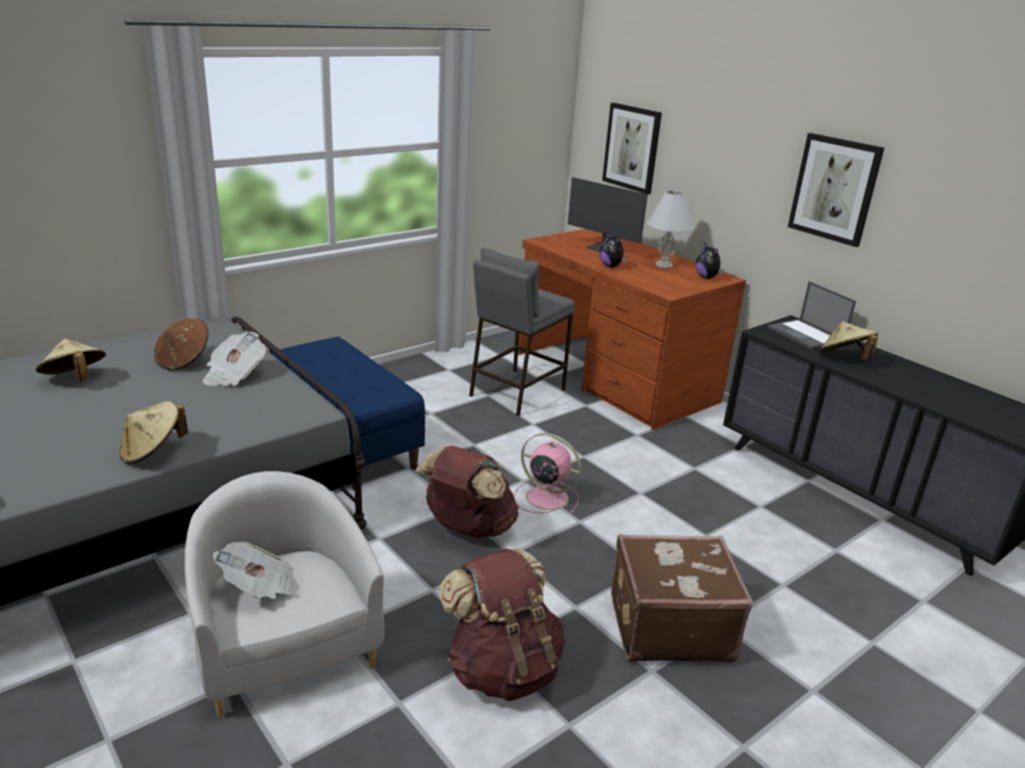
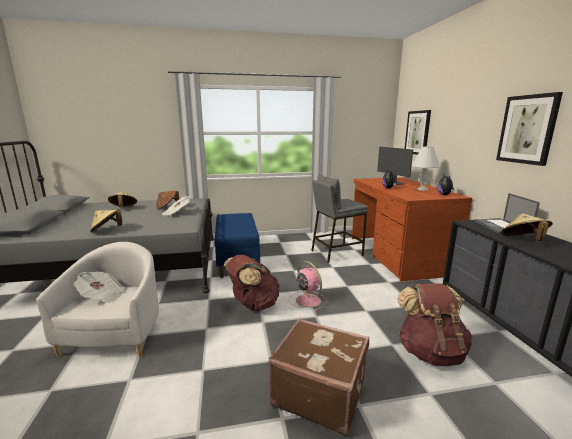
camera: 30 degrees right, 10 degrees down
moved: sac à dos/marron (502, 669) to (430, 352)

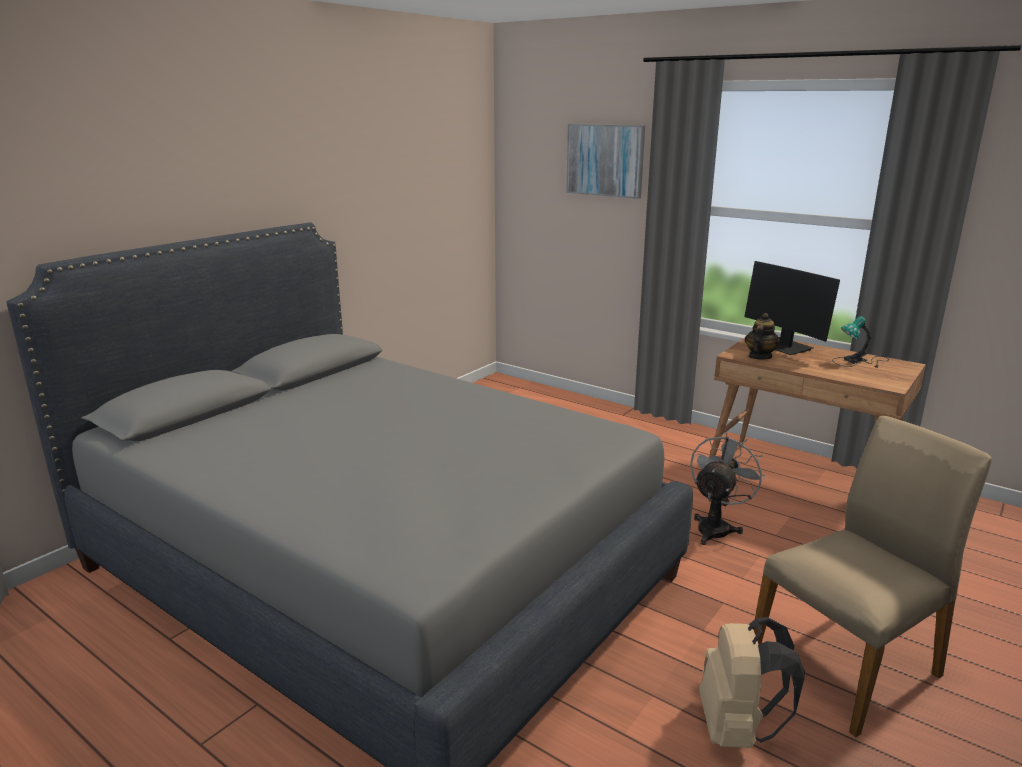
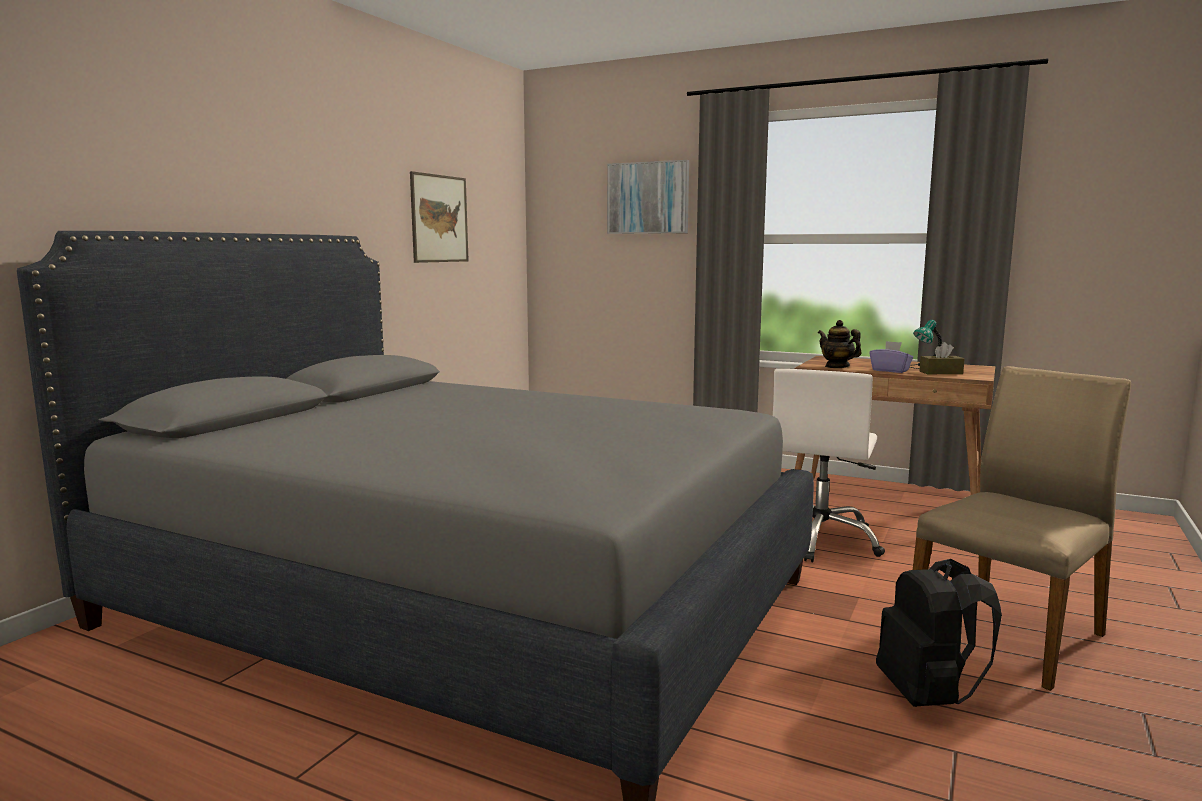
camera: 10 degrees left, 10 degrees down
removed: écran d'ordinateur (785, 347)
added: tableau (439, 219); boîte à mouchoirs/violet (890, 370); boîte à mouchoirs/marron (941, 372)
replaced: ventilateur/gris (716, 527) to chaise de bureau/blanc (820, 540)
recoloured: sac à dos/beige (738, 729) to sac à dos/noir (928, 696)
turned: théière (759, 357) = (837, 366) 60 degrees counterclockwise

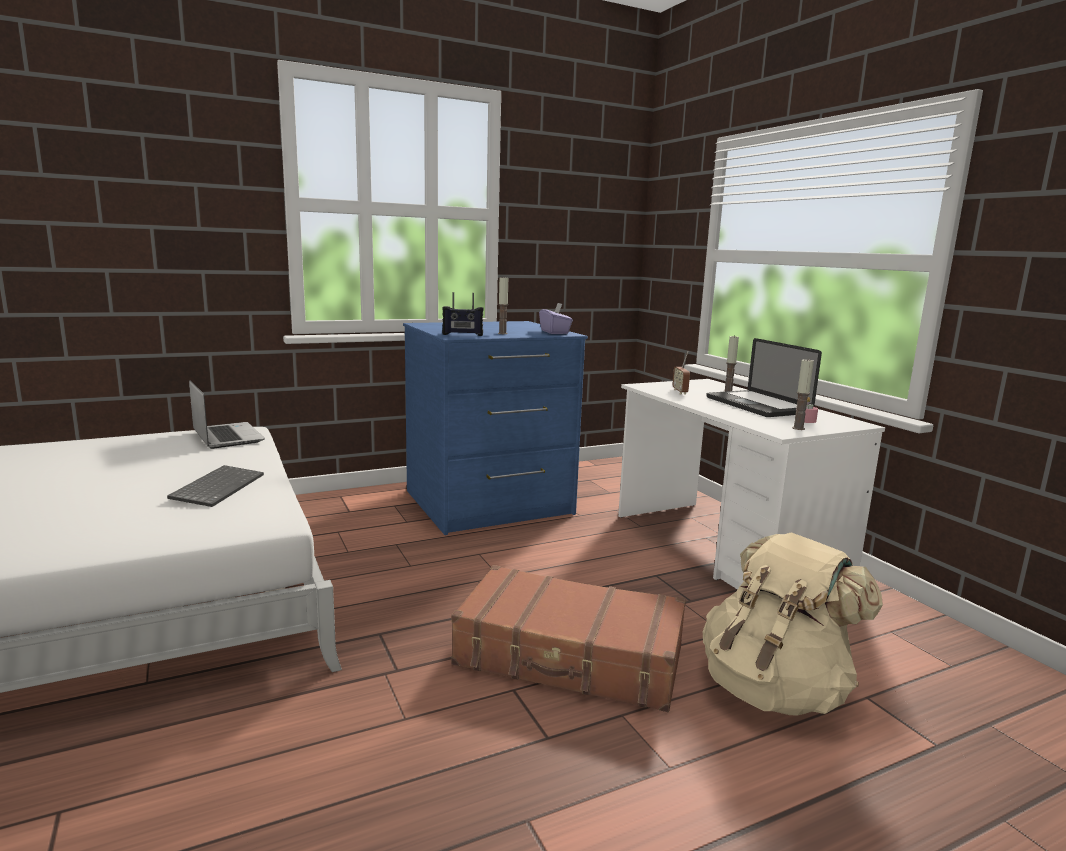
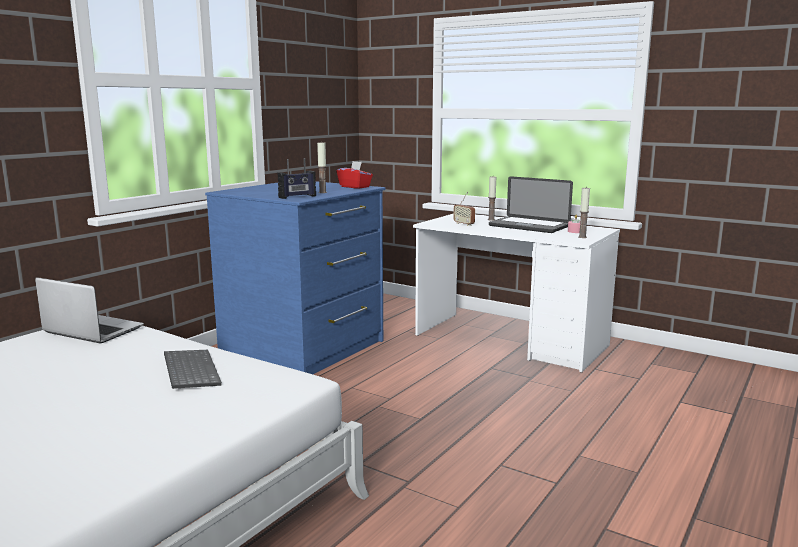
camera: 30 degrees left, 0 degrees up
removed: sac à dos/beige (774, 689); valise/marron (570, 657)
recoloured: boîte à mouchoirs/violet (555, 332) to boîte à mouchoirs/rouge (355, 187)

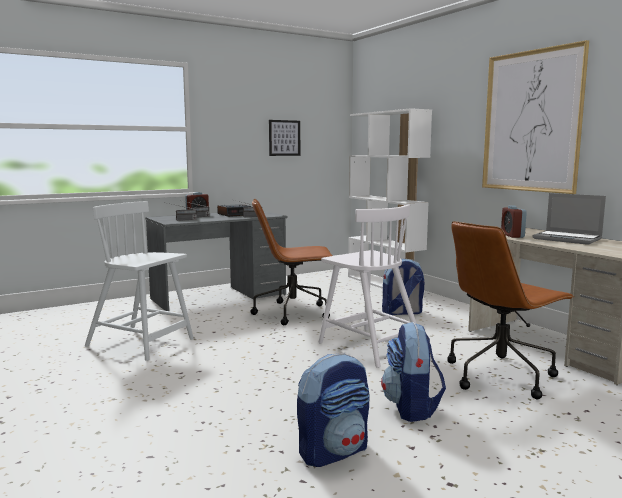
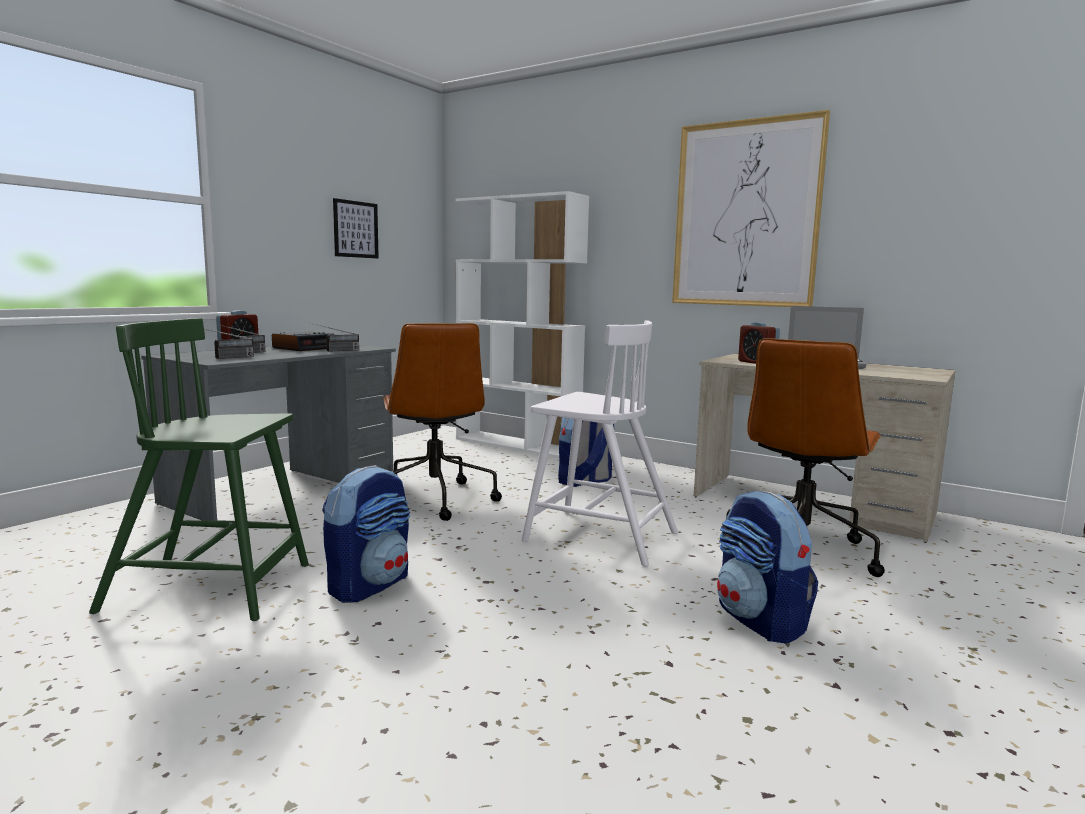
camera: 25 degrees left, 0 degrees up
moved: sac à dos (334, 451) to (369, 585)
recoloured: chaise/blanc (141, 343) to chaise/vert (212, 588)
turned: chaise de bureau/marron (294, 313) = (434, 499) 75 degrees counterclockwise

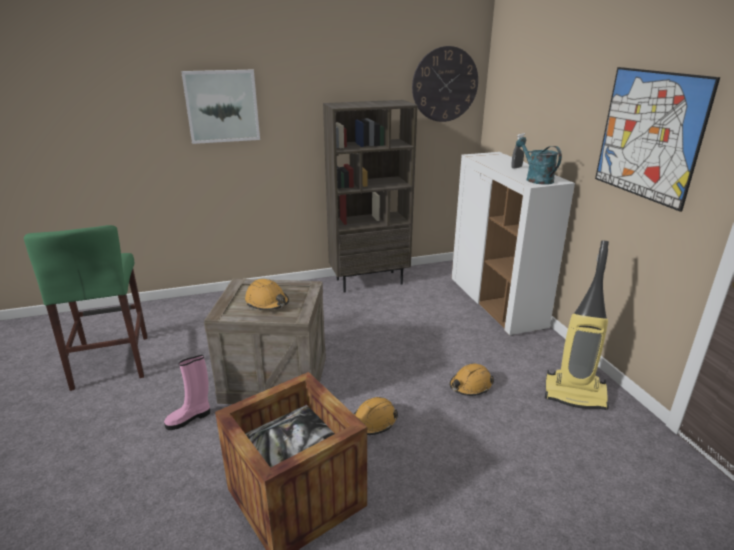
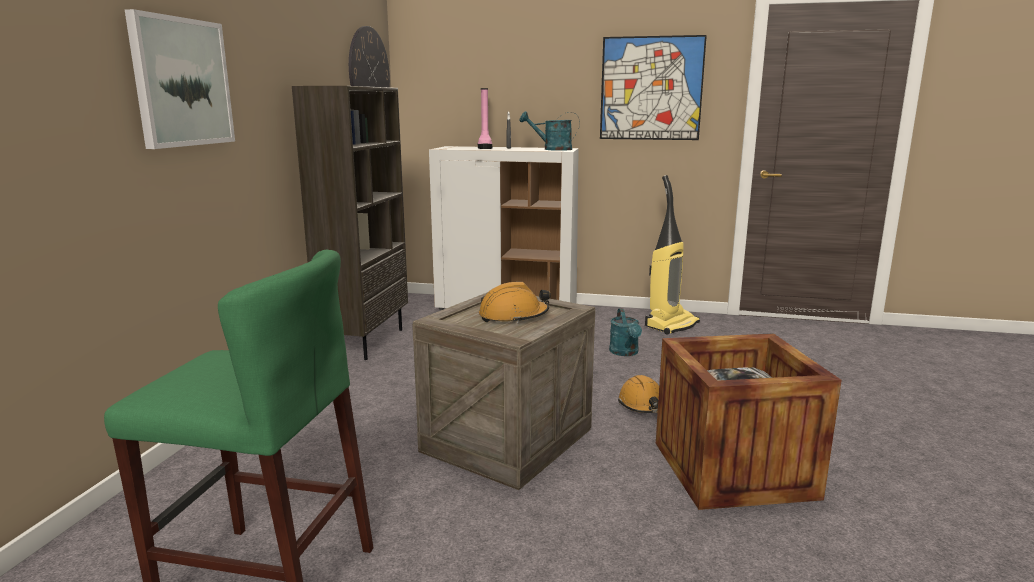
camera: 60 degrees left, 10 degrees down
moved: botte/rose (190, 418) to (485, 147)
replaced: casque de chantier/orange (470, 386) to arrosoir/turquoise (625, 353)

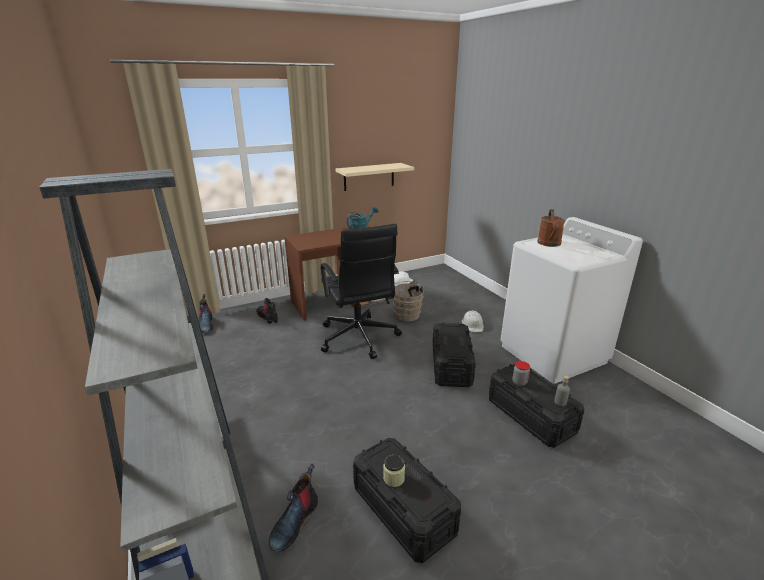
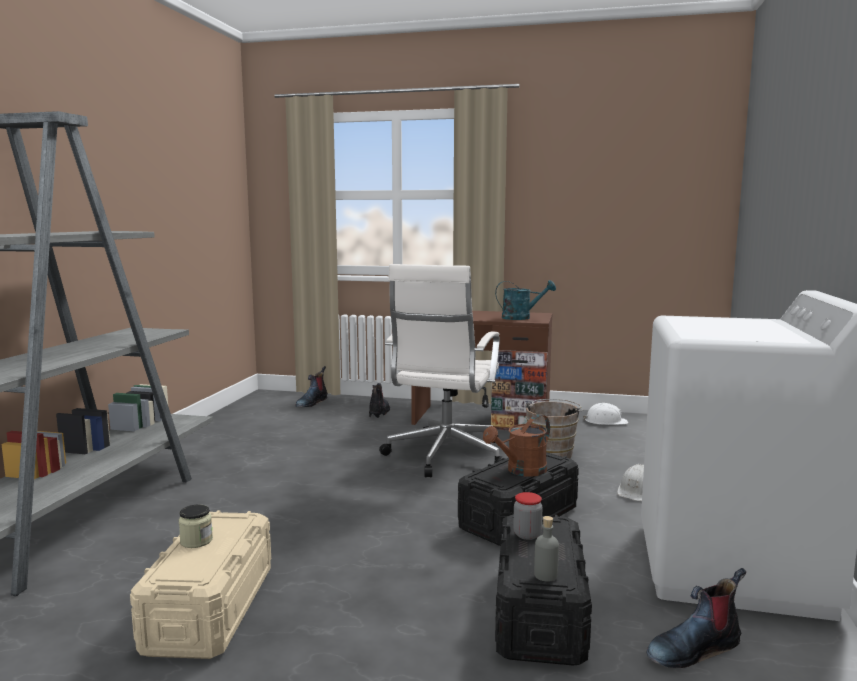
camera: 40 degrees right, 15 degrees down
removed: étagère/beige (369, 176)
moved: arrosoir/marron (550, 244) to (521, 471); botte (294, 522) to (693, 648)
recoloured: chaise de bureau/noir (359, 338) to chaise de bureau/blanc (444, 456); boîte de rangement/noir (403, 510) to boîte de rangement/beige (210, 609)

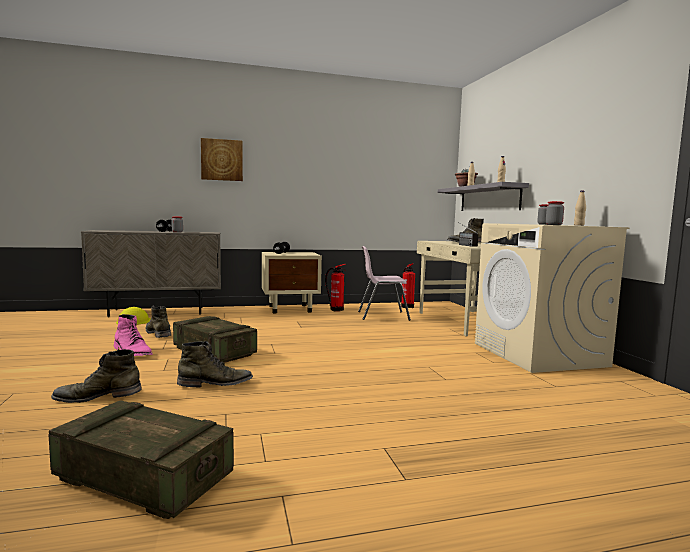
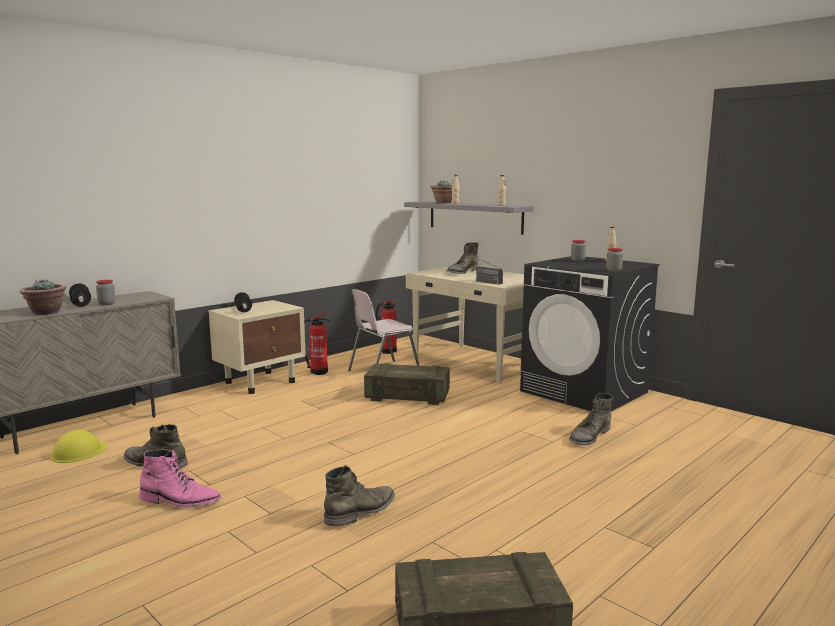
camera: 30 degrees left, 5 degrees up
removed: tableau (222, 160)
added: plante en pot (46, 312)
moved: caisse (214, 352) to (407, 396); botte/vert (98, 396) to (589, 436)
recoloured: lave-linge/beige (539, 355) to lave-linge/noir (584, 392)

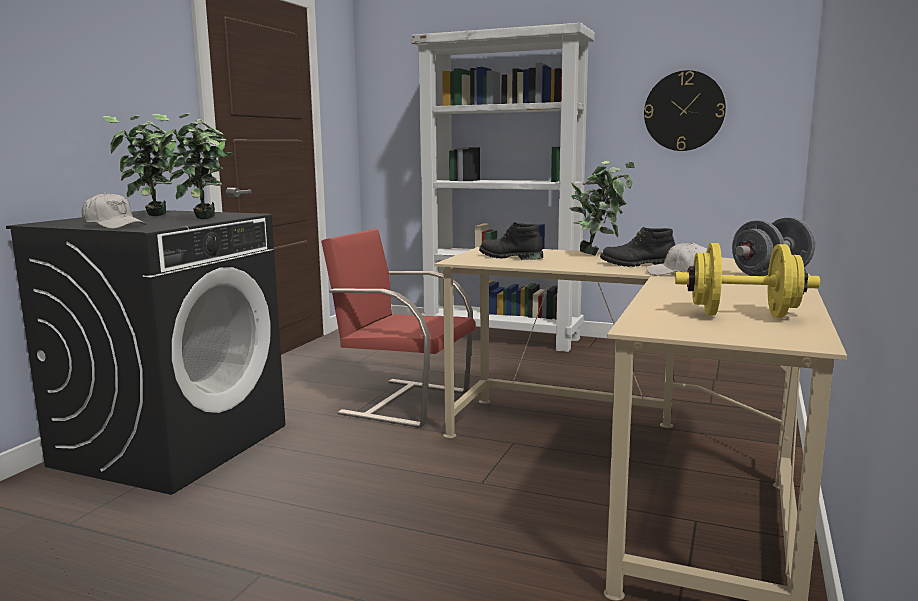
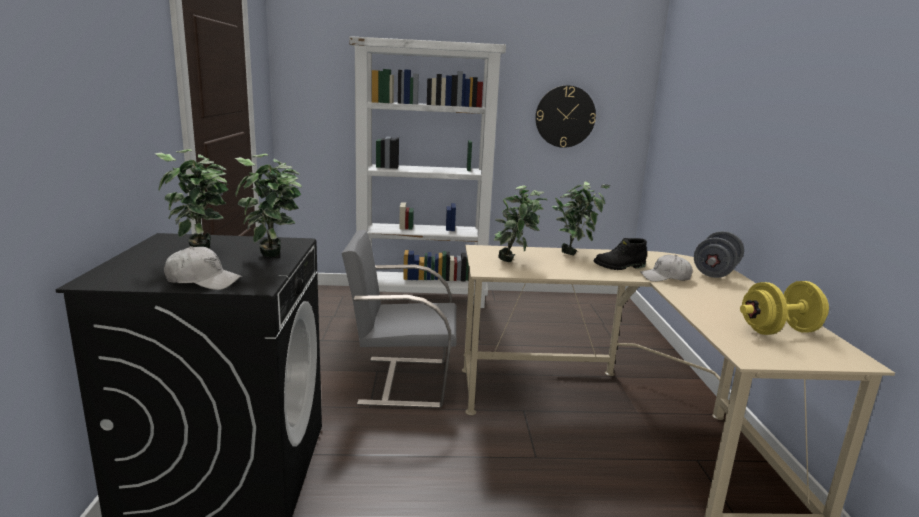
camera: 25 degrees left, 5 degrees up
replaced: botte/noir (509, 257) to plante en pot (515, 262)
recoloured: chaise/rouge (403, 401) to chaise/gris (402, 381)

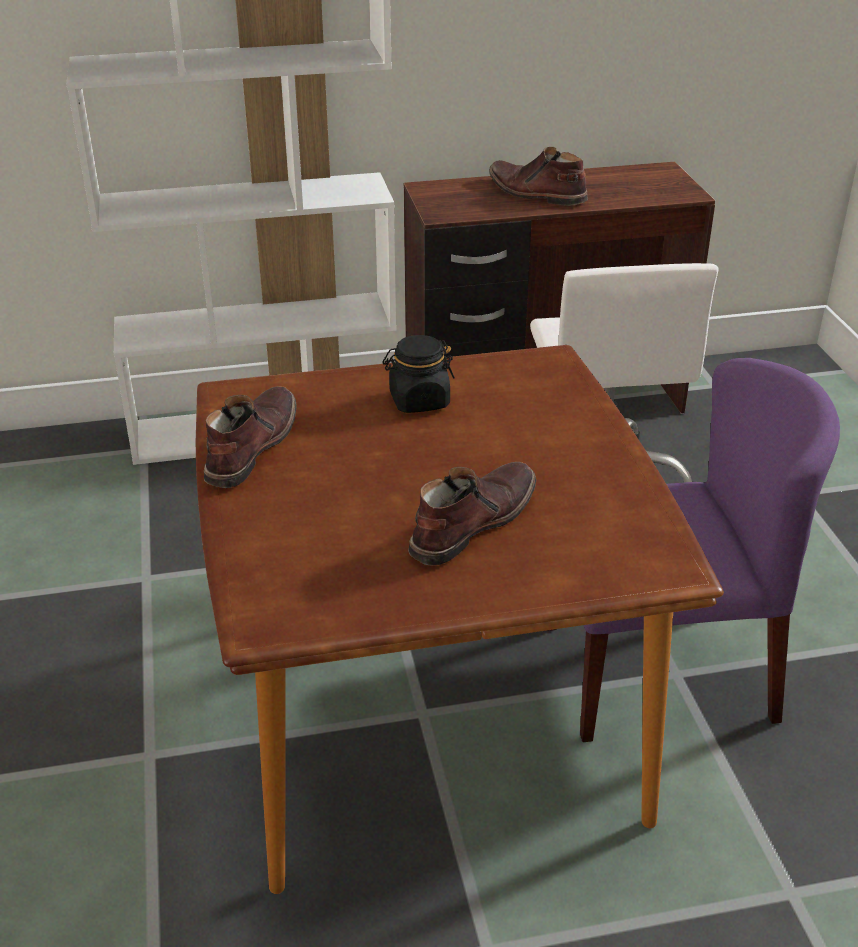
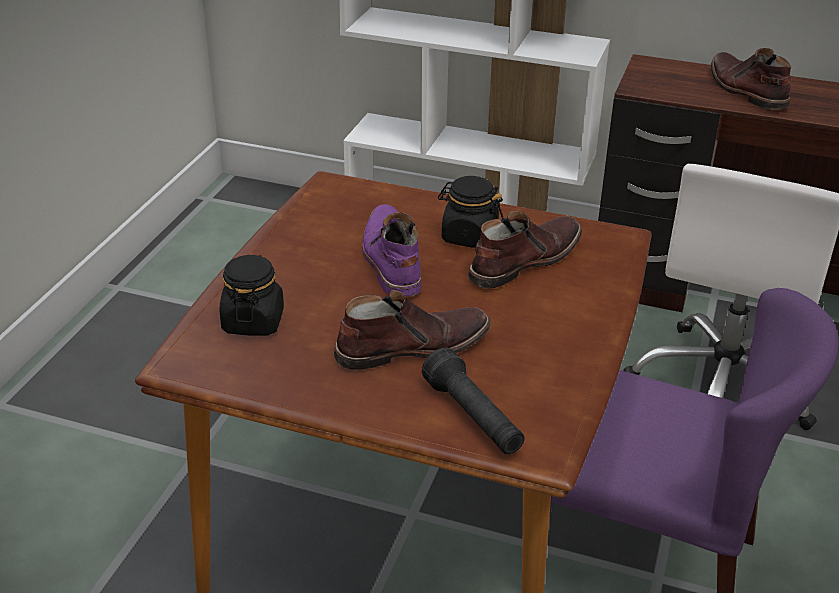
camera: 30 degrees right, 0 degrees up
added: botte/violet (391, 260); bocal/noir (253, 321); lampe de poche/noir (473, 417)
moved: botte/marron (250, 447) to (523, 260)

